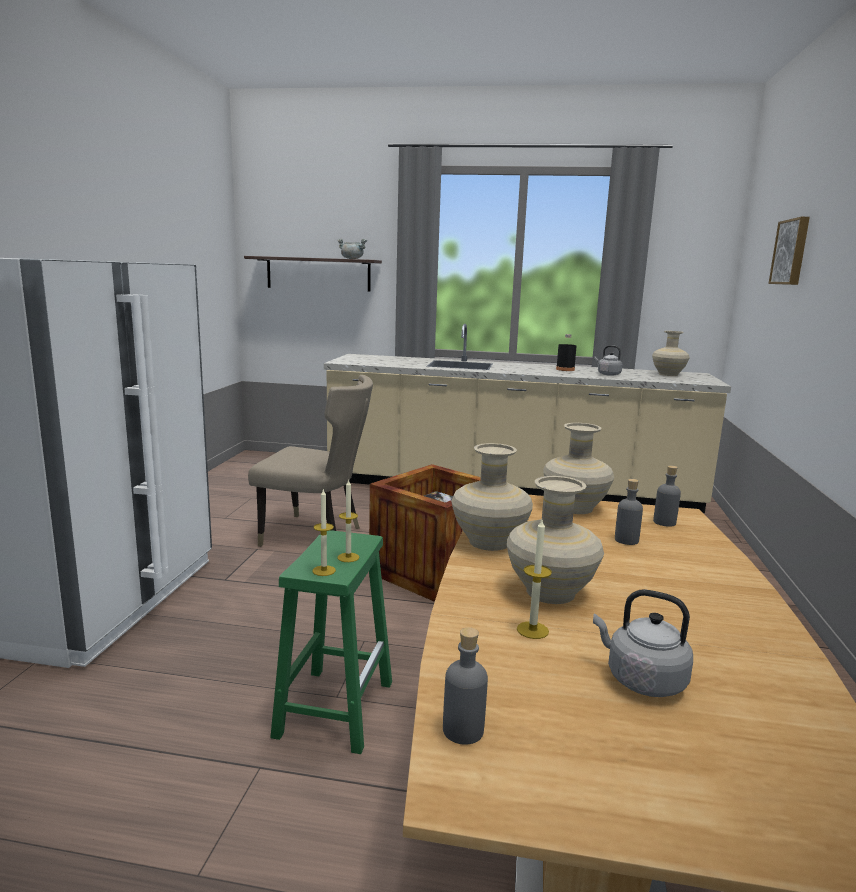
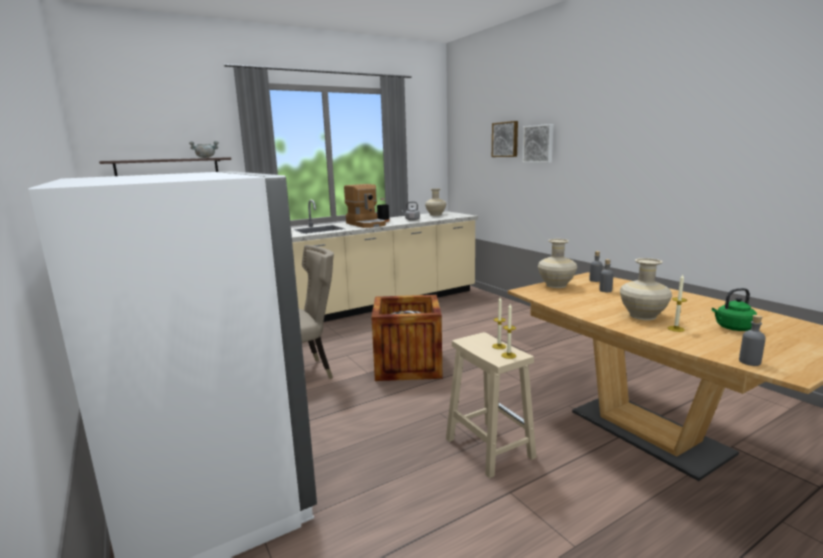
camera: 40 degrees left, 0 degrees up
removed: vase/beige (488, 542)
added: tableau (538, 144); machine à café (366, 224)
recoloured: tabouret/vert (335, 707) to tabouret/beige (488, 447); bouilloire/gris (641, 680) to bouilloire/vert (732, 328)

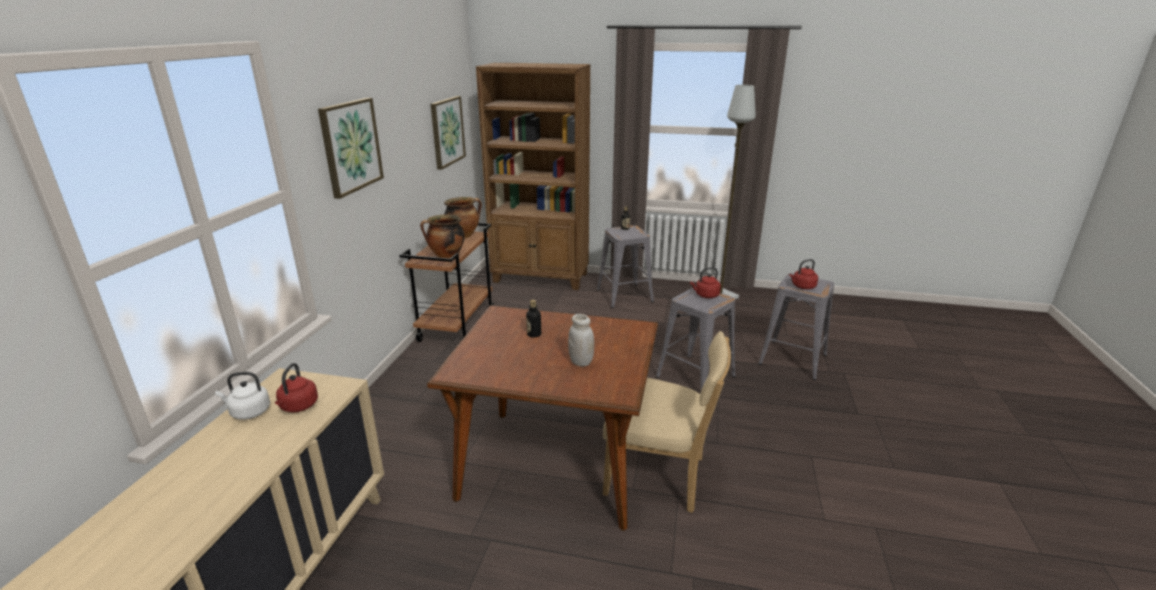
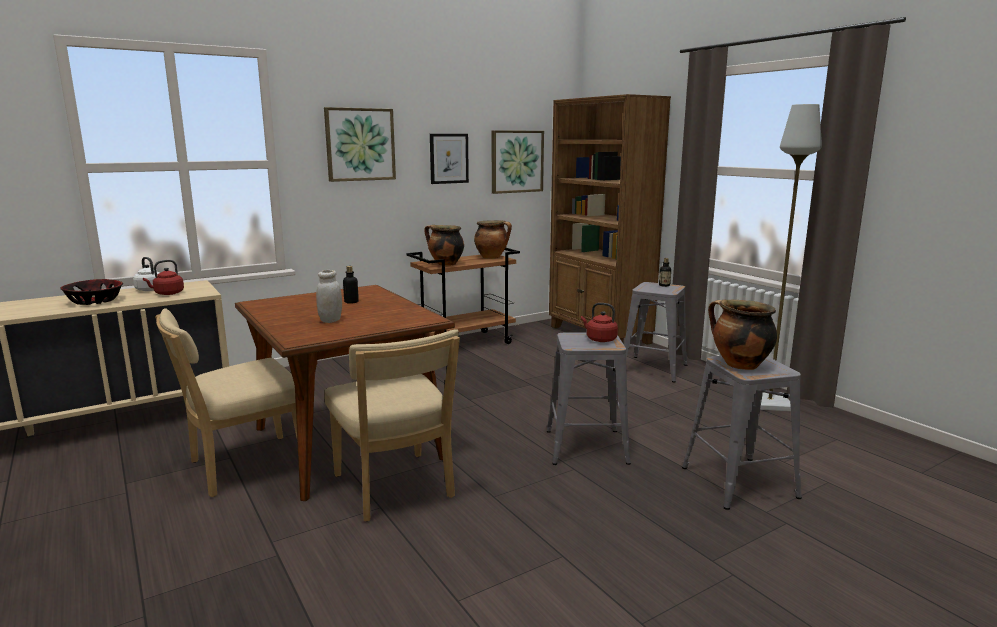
camera: 45 degrees right, 10 degrees down
added: tableau (449, 158); bol (95, 301); chaise/beige (242, 467)
replaced: bouilloire/rouge (802, 287) to marmite (739, 365)

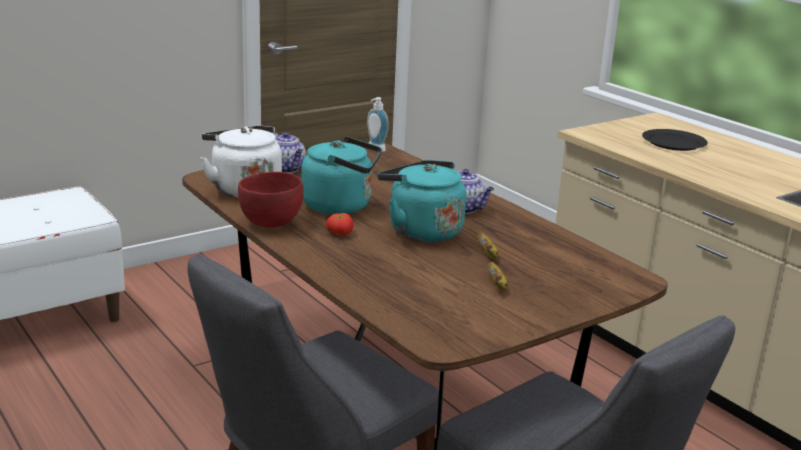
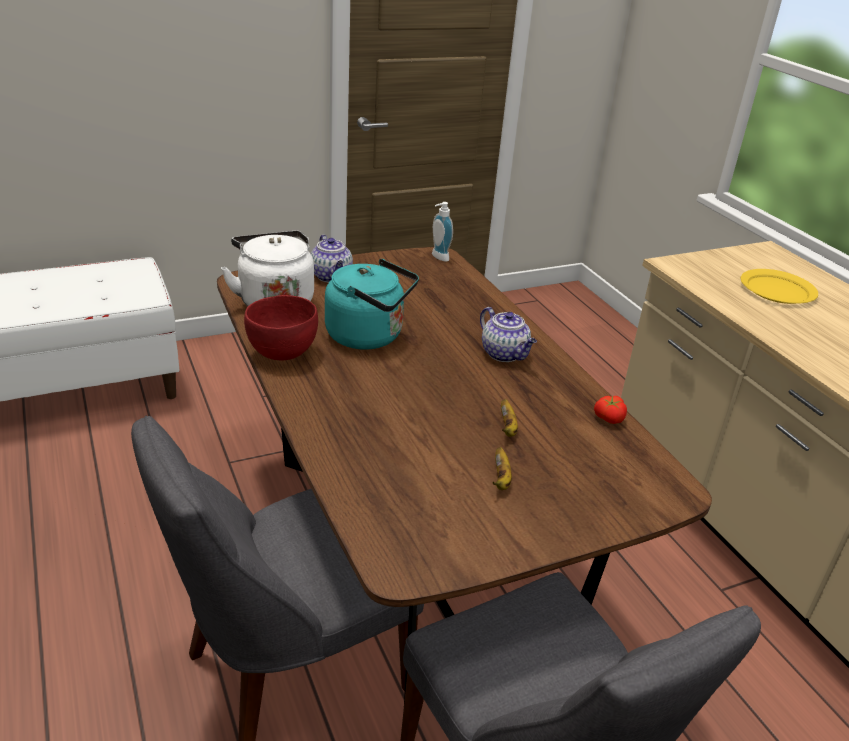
camera: 10 degrees right, 10 degrees up
removed: bouilloire/turquoise (421, 231)
moved: tomate (339, 233) to (608, 418)
recoloured: assiette/noir (674, 143) to assiette/jaune (777, 290)

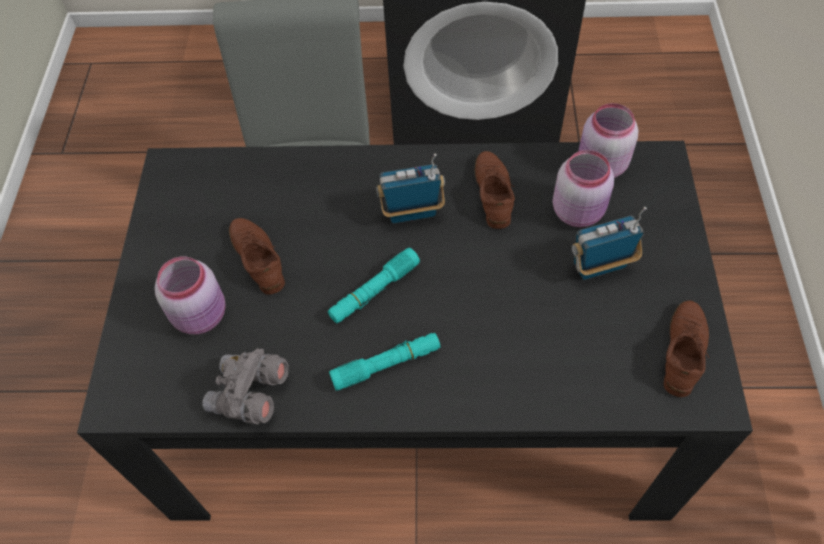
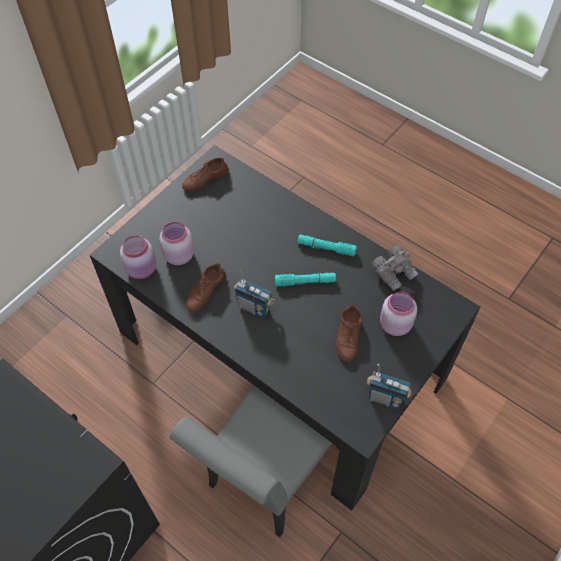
camera: 145 degrees left, 0 degrees up
moved: radio (600, 267) to (385, 398)

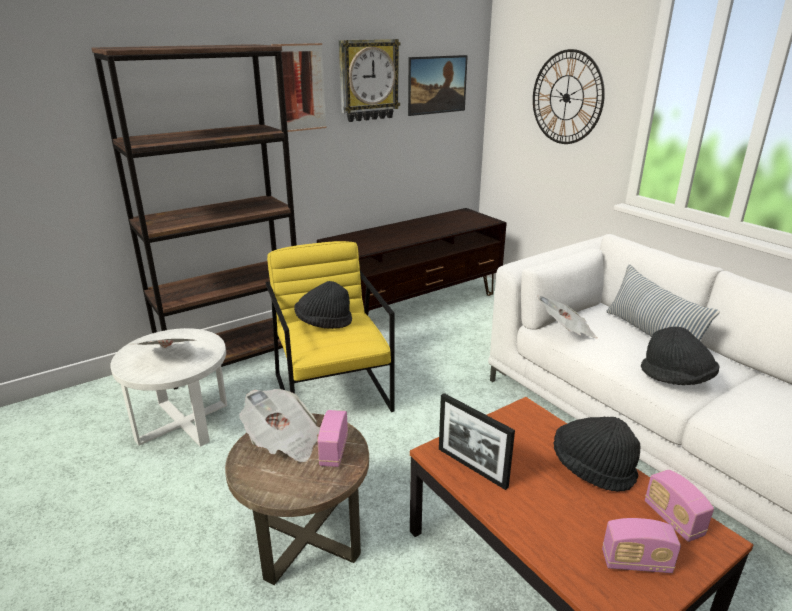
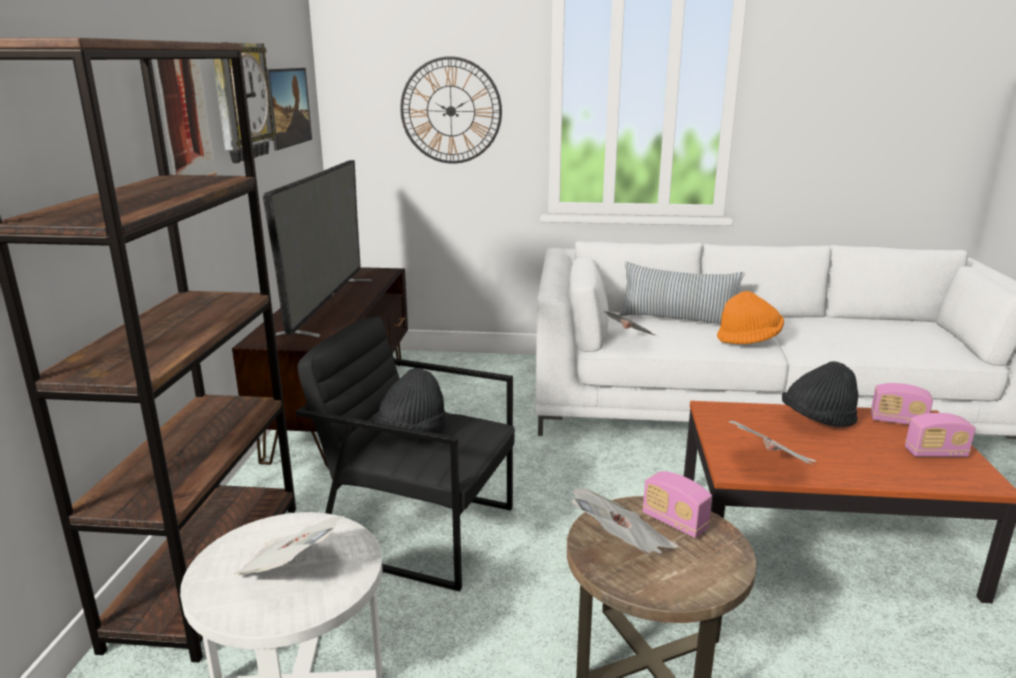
camera: 50 degrees left, 5 degrees down
added: téléviseur (327, 305)
replaced: cadre photo (472, 467) to journal (772, 464)
recoloured: fauteuil/jaune (332, 391) to fauteuil/noir (419, 529); chapeau/noir (676, 379) to chapeau/orange (748, 339)
turned: radio (636, 562) = (935, 453) 45 degrees clockwise

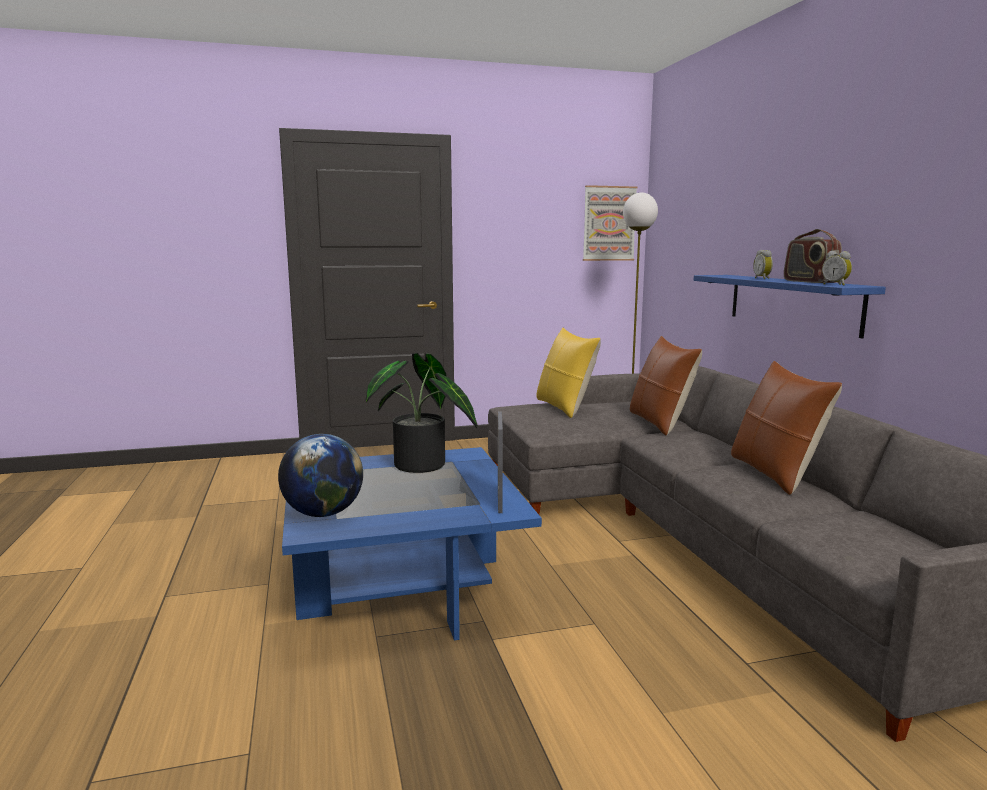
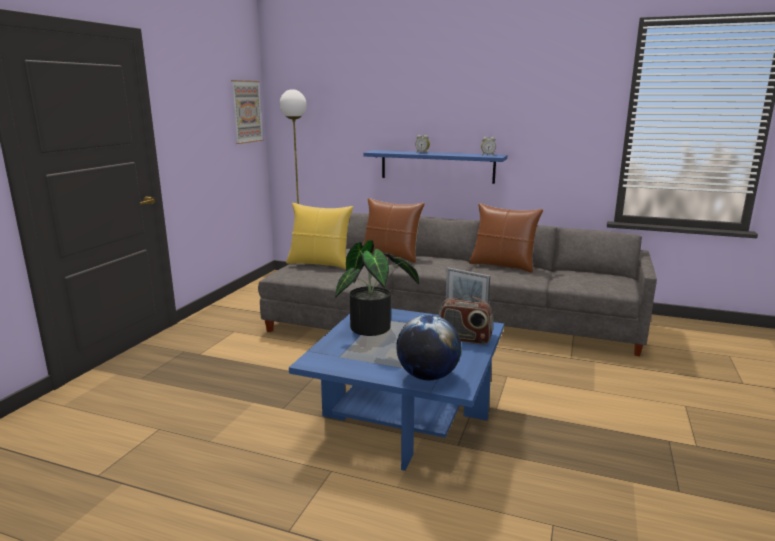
camera: 55 degrees left, 5 degrees up
moved: radio (809, 281) to (464, 339)

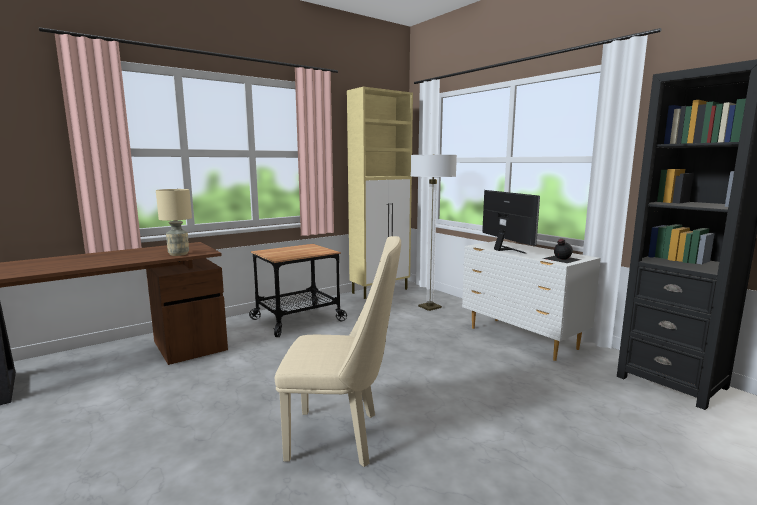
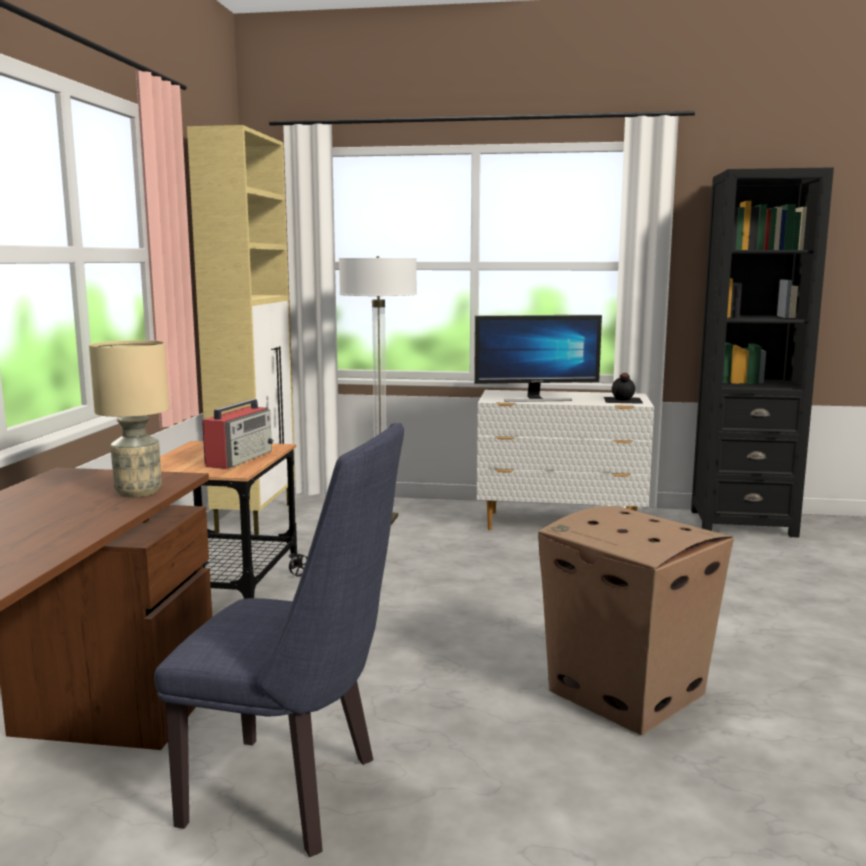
camera: 45 degrees left, 0 degrees up
added: radio (240, 459); chaise/bleu (297, 794)
replaced: chaise/beige (342, 436) to carton (628, 693)
turned: écran d'ordinateur (504, 249) = (536, 399) 150 degrees clockwise

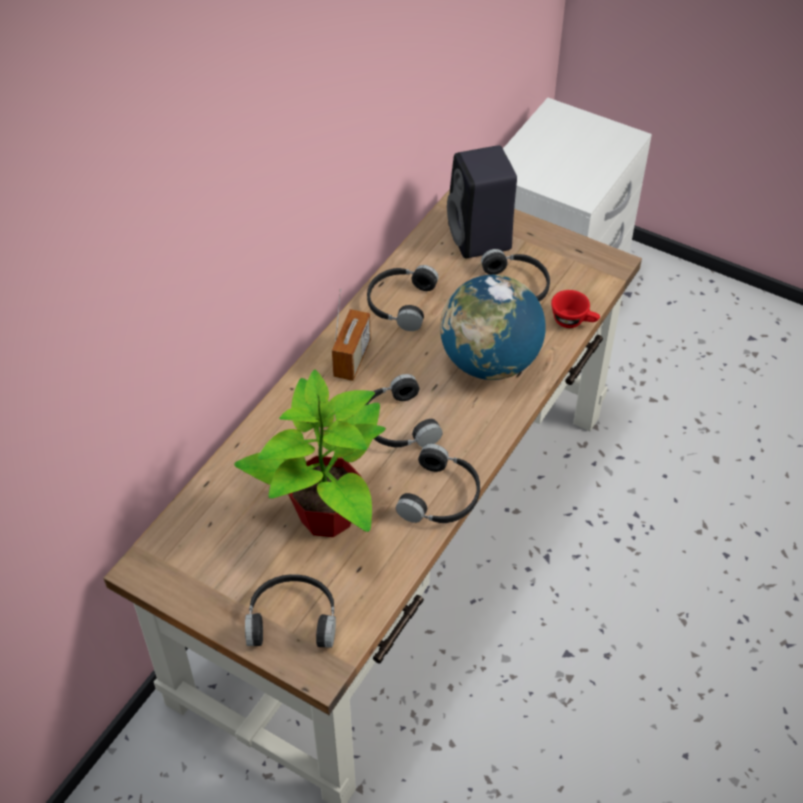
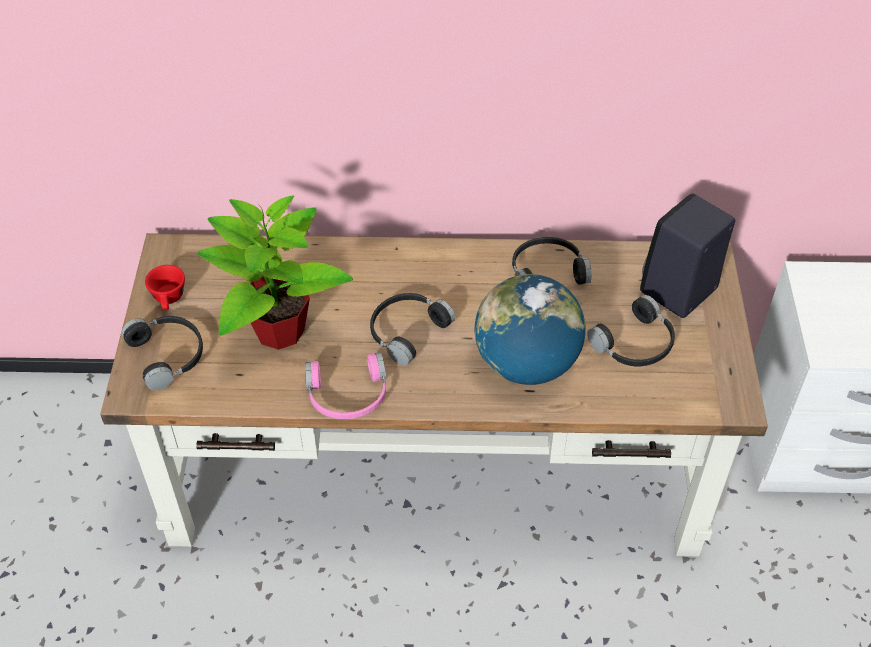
camera: 60 degrees right, 0 degrees up
removed: radio (352, 359)
moved: tasse/rouge (574, 321) to (169, 299)
recoloured: casque audio/noir (442, 497) to casque audio/rose (348, 396)

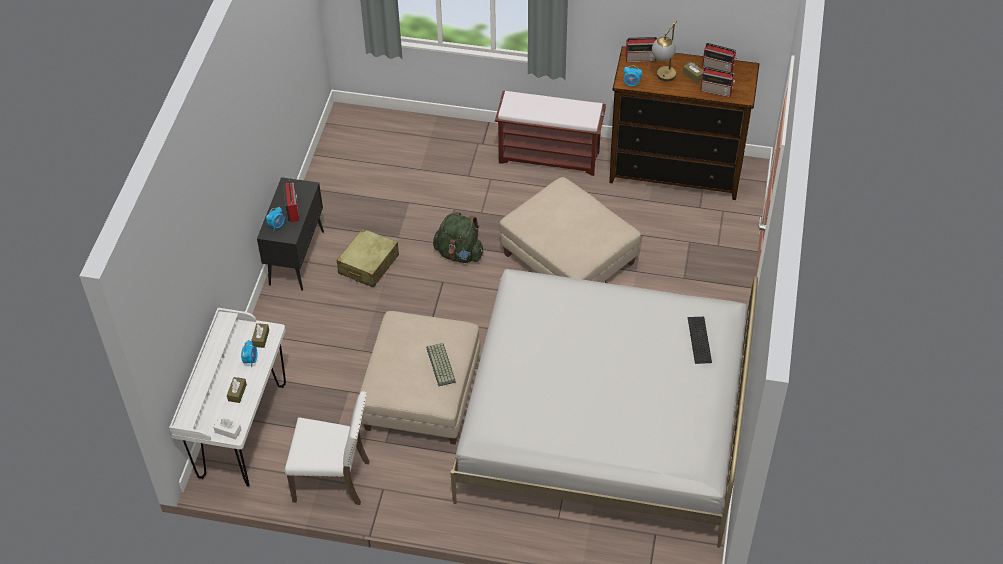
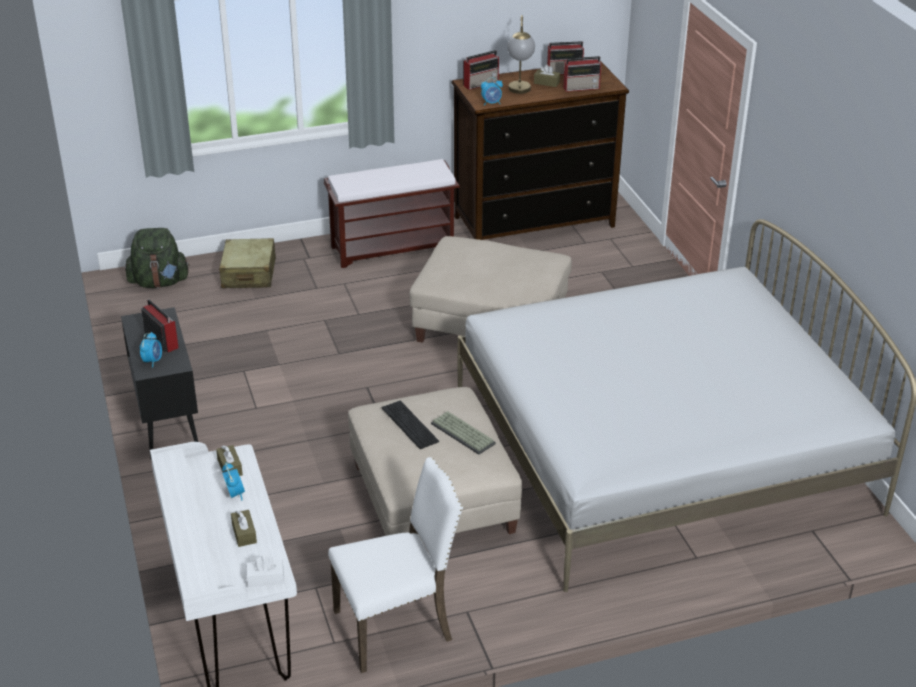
camera: 30 degrees left, 15 degrees down
moved: sac à dos/vert (459, 254) to (159, 282); valise/beige (368, 265) to (249, 274); clavier (699, 340) to (409, 424)

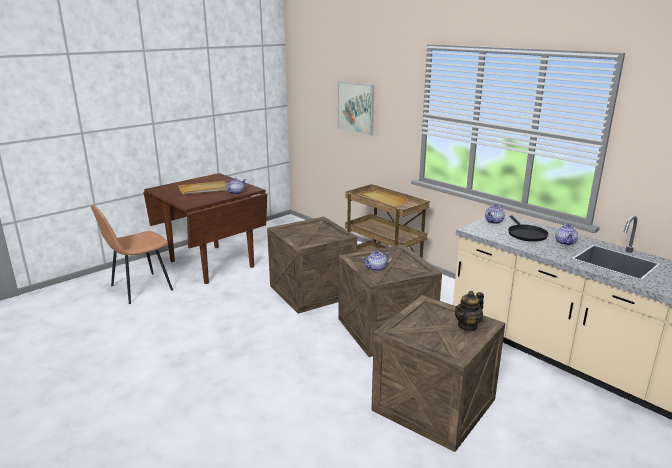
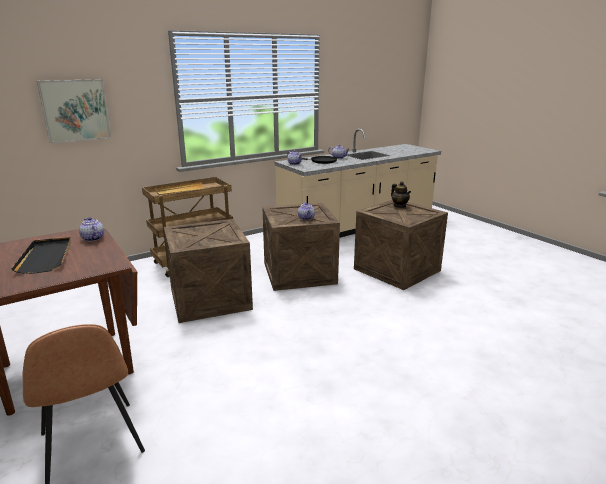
camera: 80 degrees left, 0 degrees up
recoloured: plateau/beige (205, 189) to plateau/noir (46, 257)

